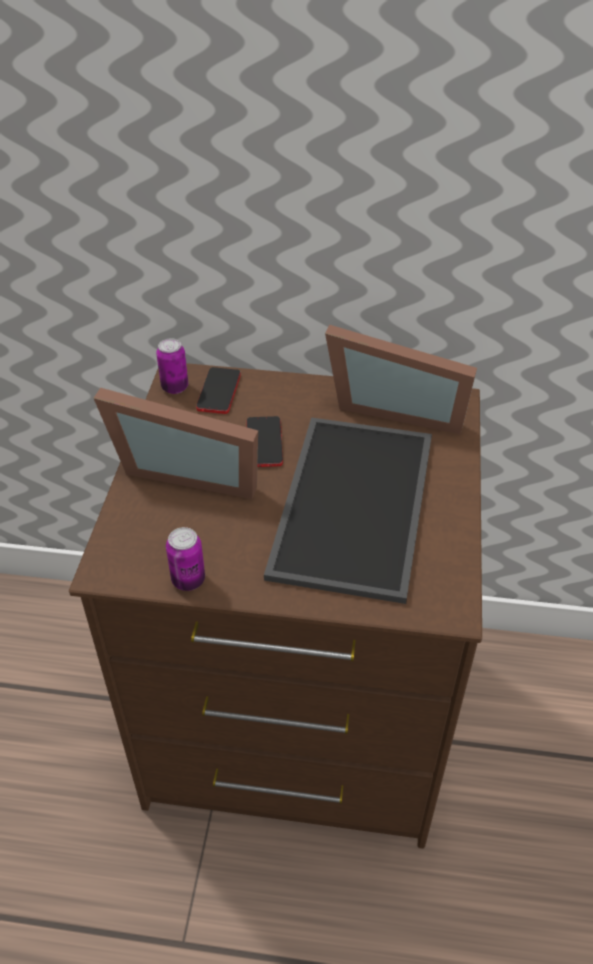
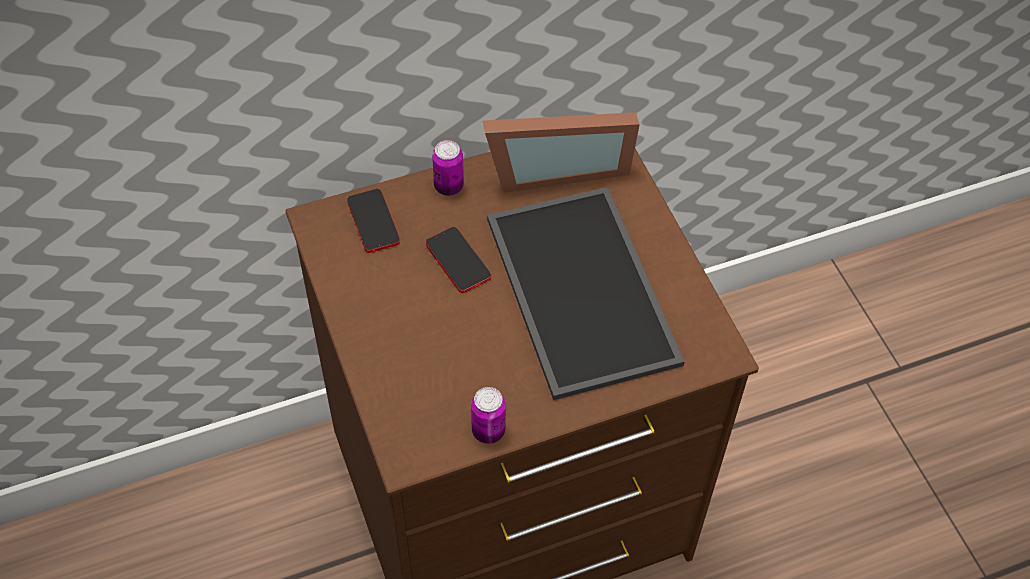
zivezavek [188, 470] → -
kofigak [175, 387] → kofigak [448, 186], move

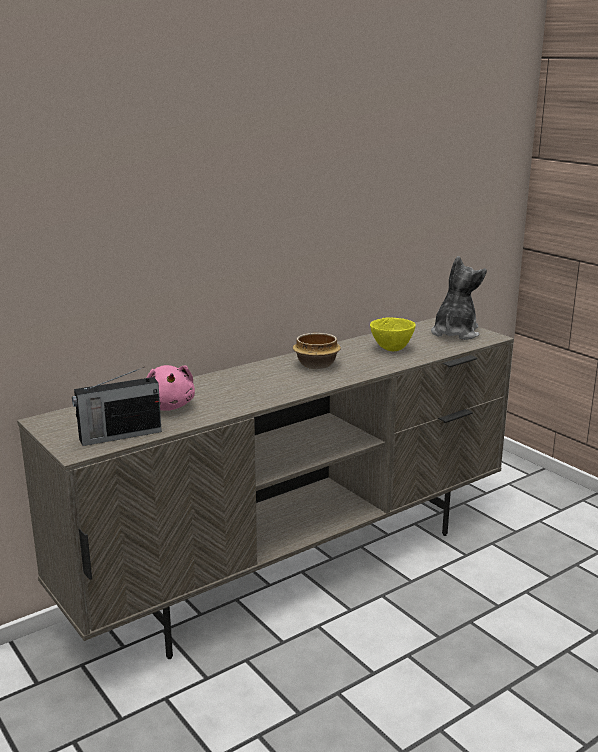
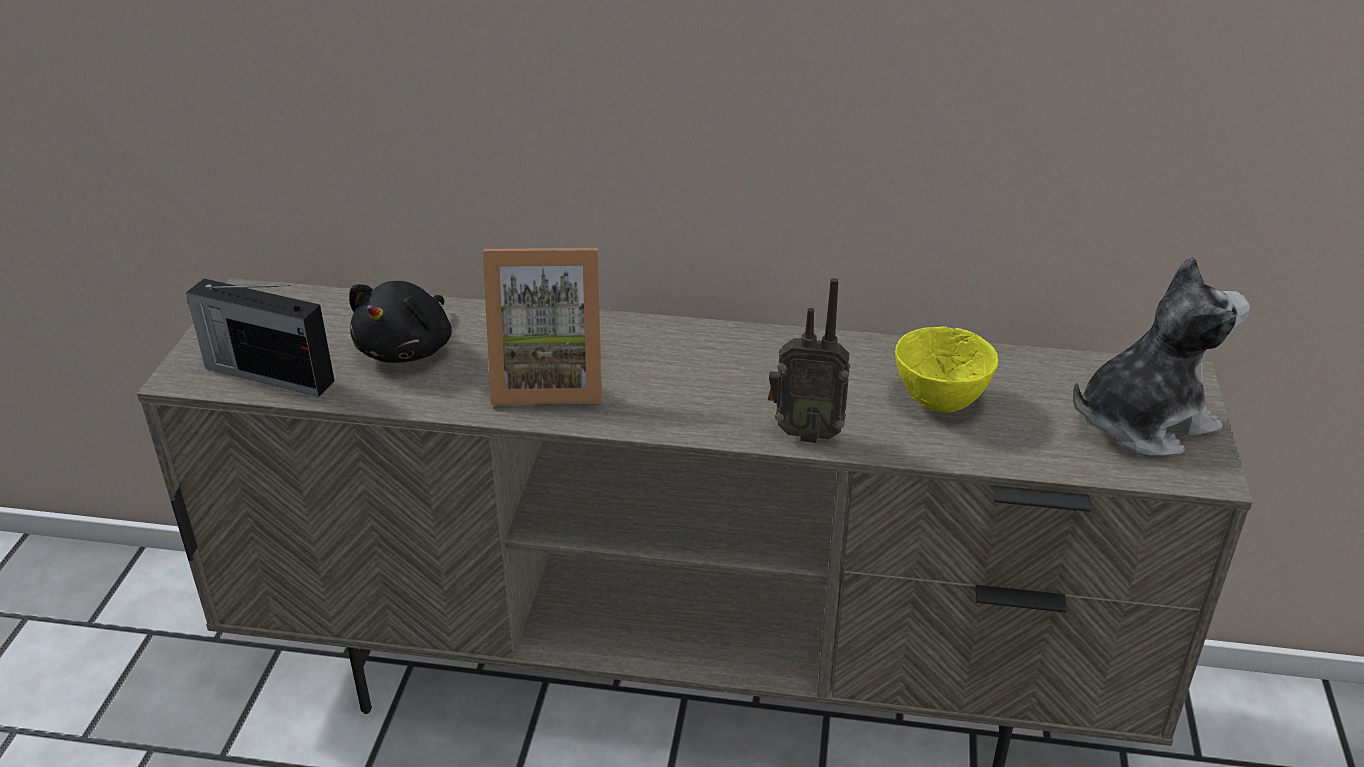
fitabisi [316, 365] → -
- → zivezavek [548, 379]
- → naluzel [805, 432]
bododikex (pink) [168, 406] → bododikex (black) [408, 349]

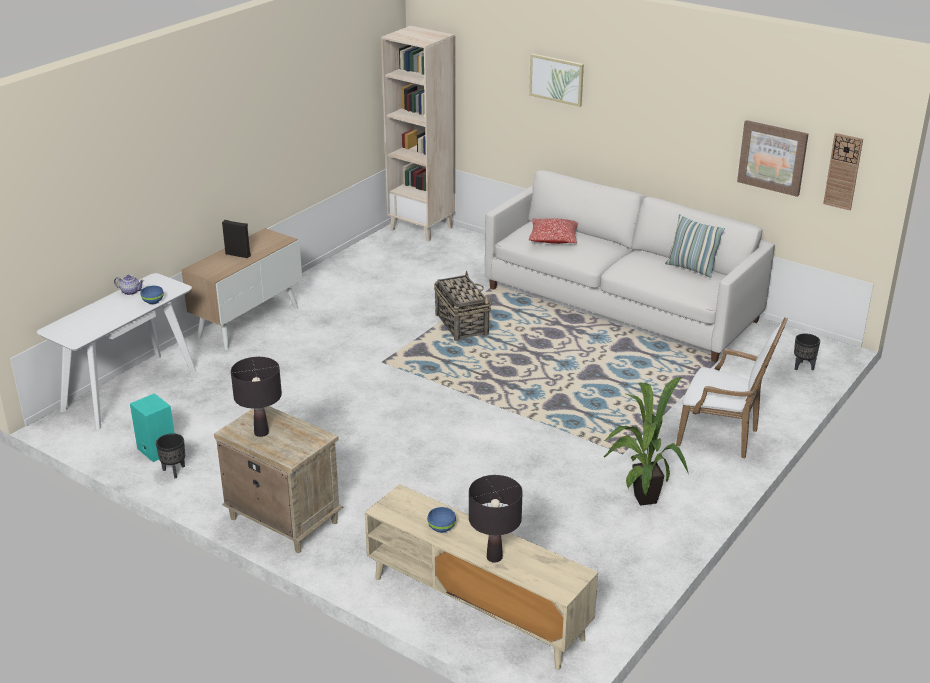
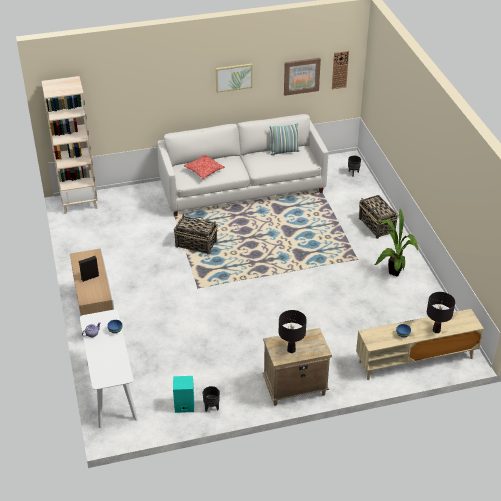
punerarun [556, 79] → punerarun [233, 77], move
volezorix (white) [723, 437] → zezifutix [377, 226]

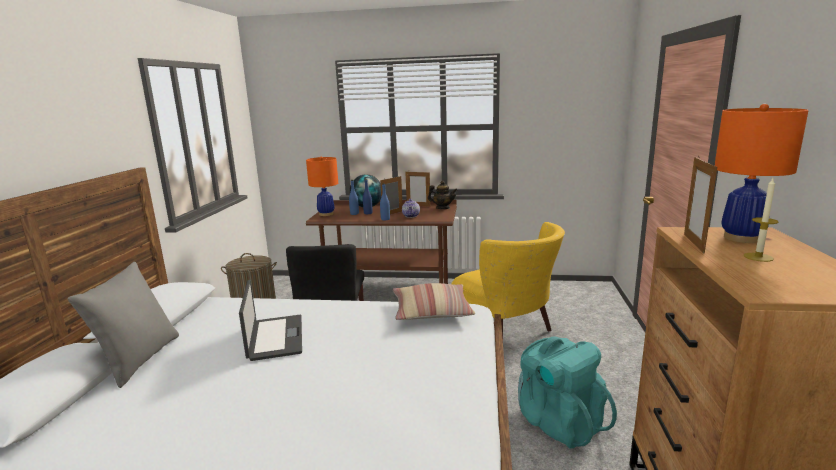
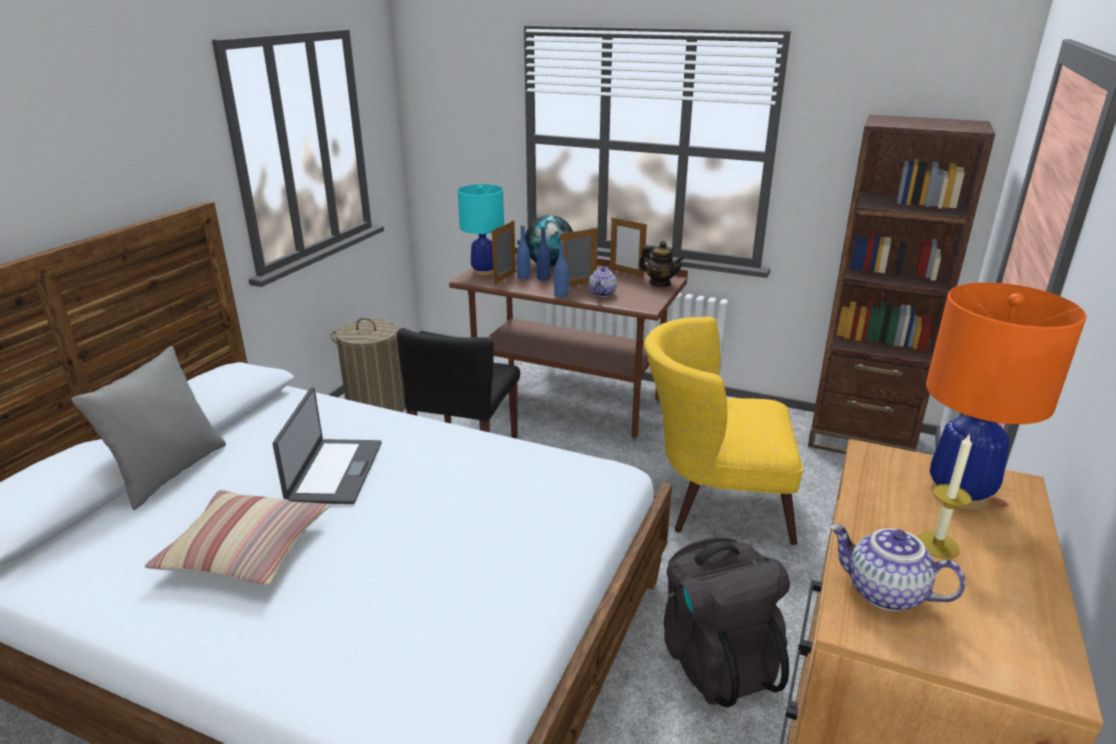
- → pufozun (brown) [860, 440]
- → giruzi [884, 593]
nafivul [431, 311] → nafivul [245, 550], move
zivezavek [693, 243] → zivezavek [505, 278], move
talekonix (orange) [326, 214] → talekonix (turquoise) [484, 271]
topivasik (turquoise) [558, 422] → topivasik (black) [716, 659]
volezorix (yellow) [507, 334] → volezorix (yellow) [713, 499], 120 degrees clockwise

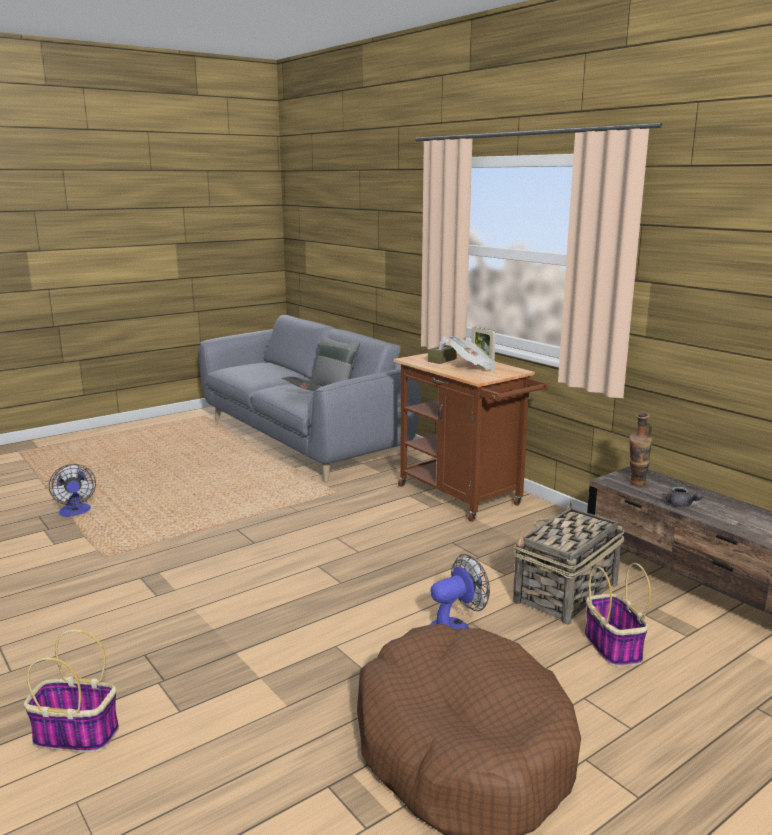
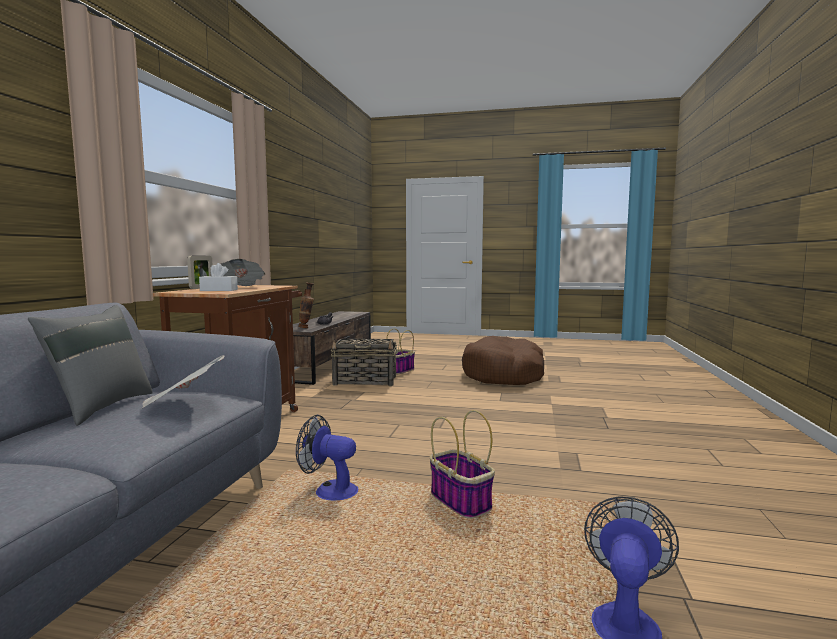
zezifutix [74, 735] → zezifutix [461, 502], move
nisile [455, 628] → nisile [329, 490], move
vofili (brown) [442, 360] → vofili (white) [219, 290]

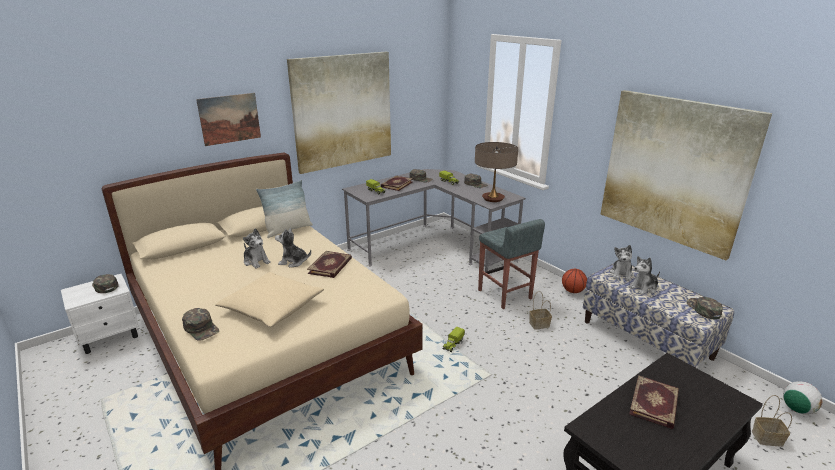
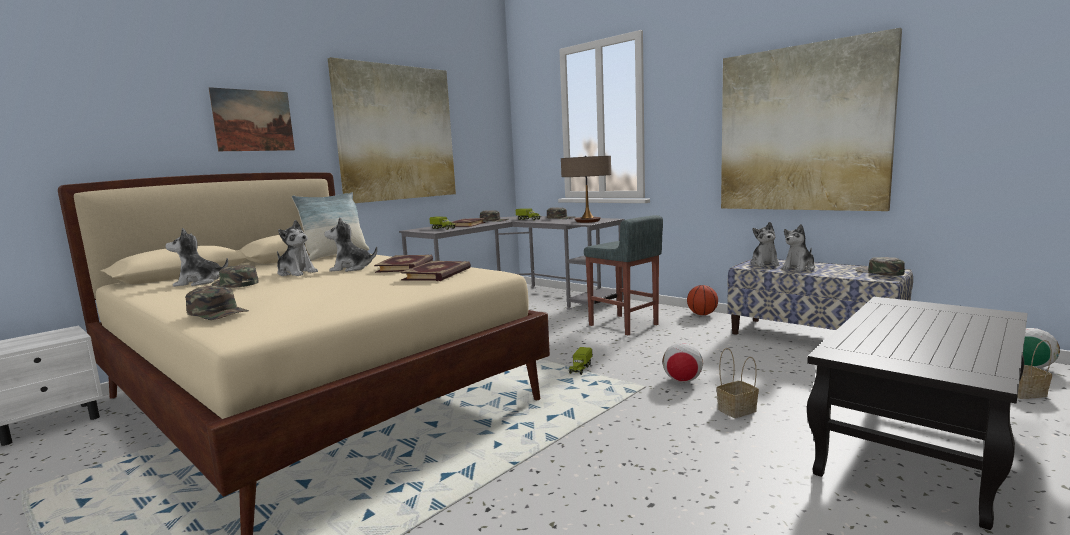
nafivul (beige) [272, 308] → -
- → bododikex [199, 282]
- → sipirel [682, 380]
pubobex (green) [105, 286] → pubobex (green) [234, 284], move
zezifutix [539, 324] → zezifutix [737, 409], move
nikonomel [655, 404] → nikonomel [438, 274], move

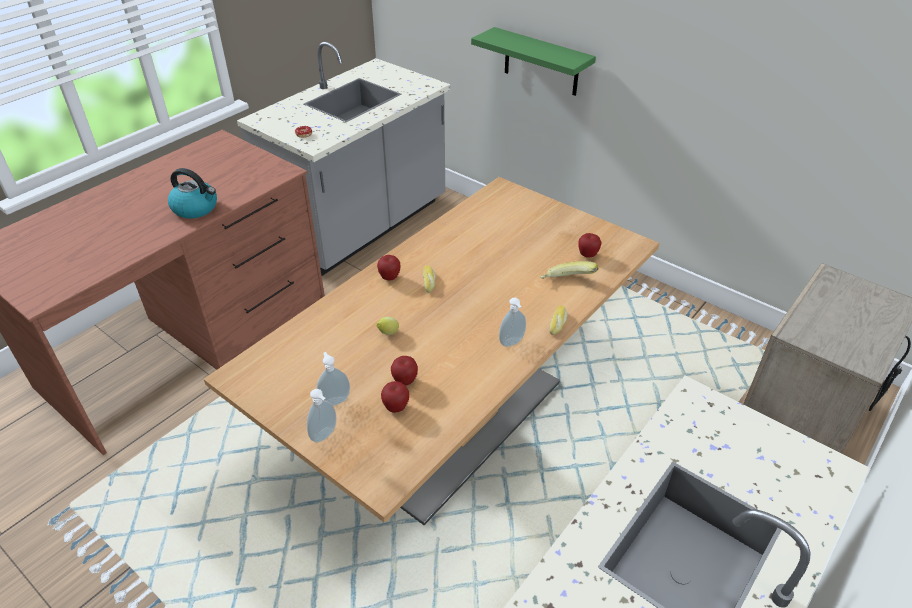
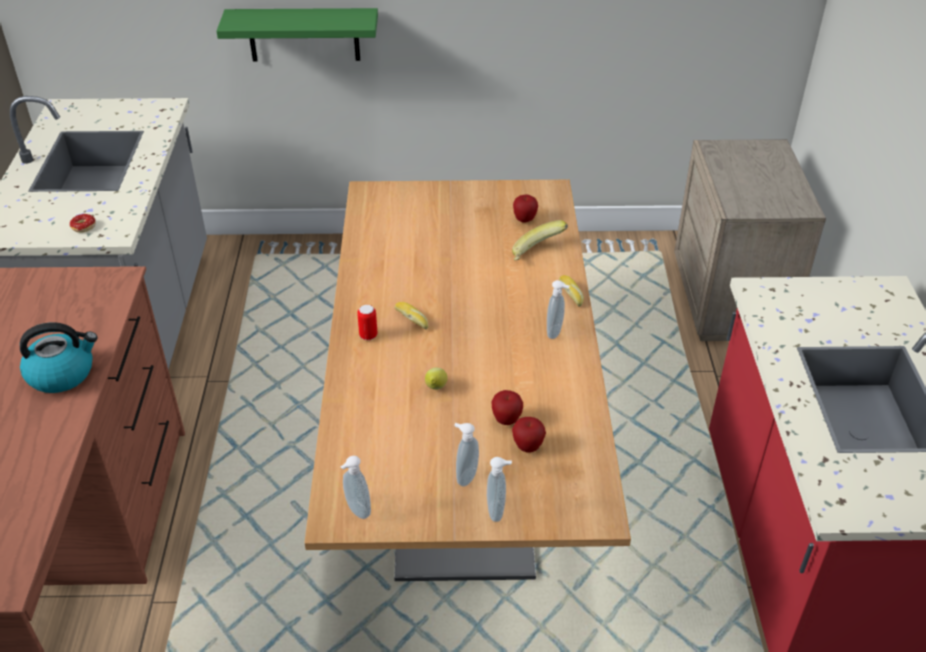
- → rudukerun [356, 511]
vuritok [389, 277] → kofigak [368, 335]

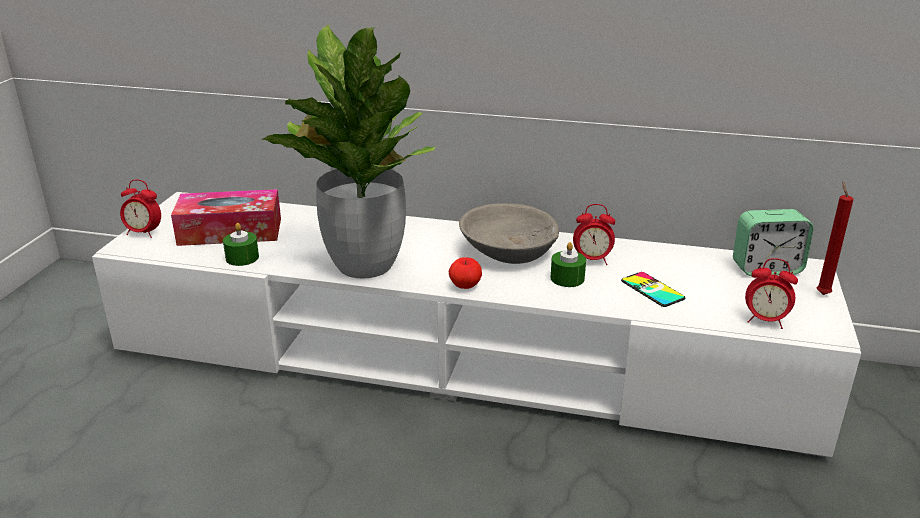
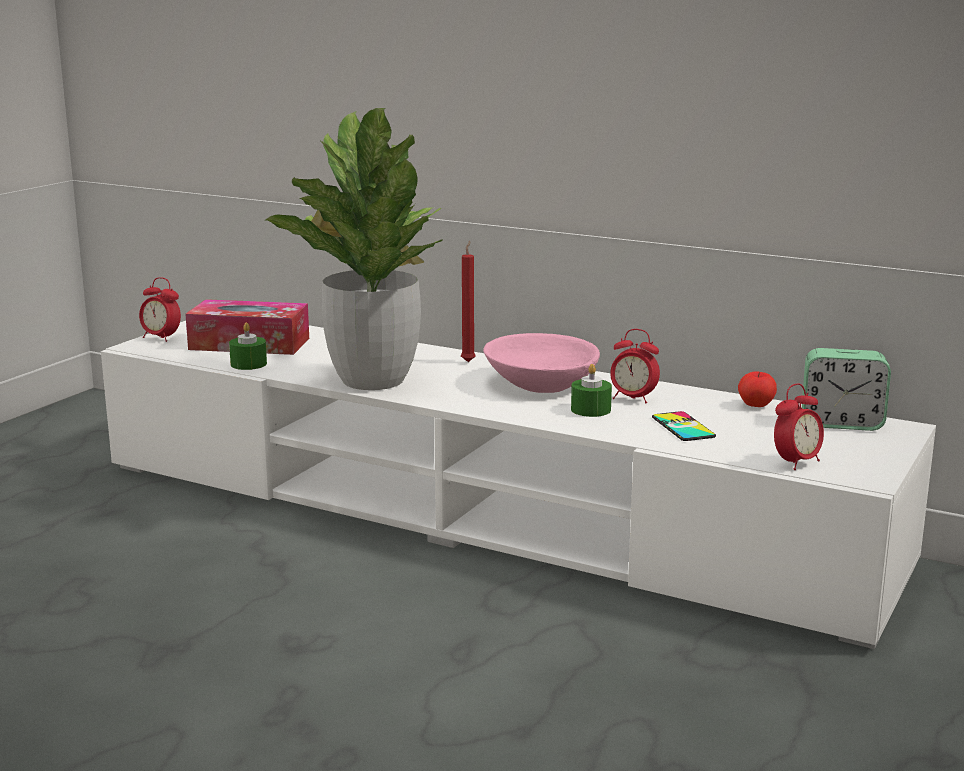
vuritok [465, 286] → vuritok [755, 405], move
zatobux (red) [822, 293] → zatobux (red) [468, 361], move
fitabisi (grey) [508, 250] → fitabisi (pink) [541, 383]
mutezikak [765, 321] → mutezikak [796, 463], 75 degrees counterclockwise

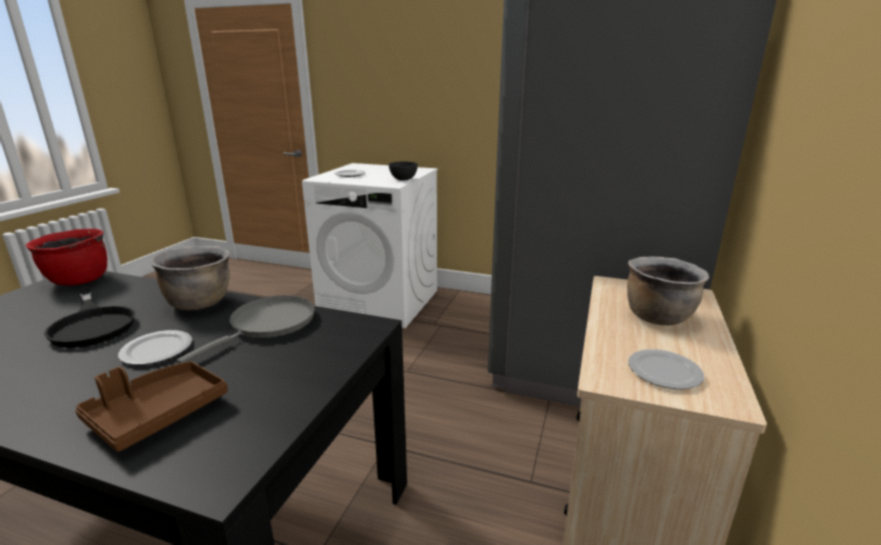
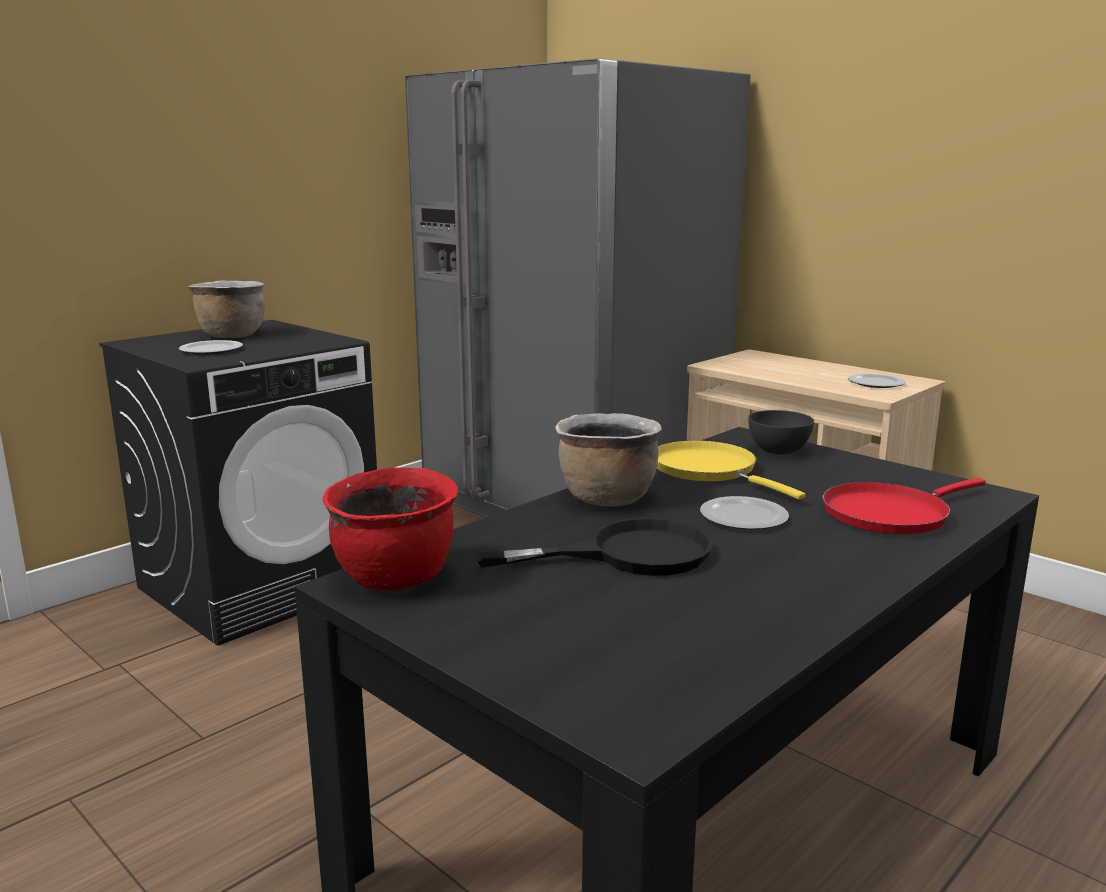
fitabisi (grey) [403, 179] → fitabisi (grey) [778, 451], move
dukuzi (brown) [657, 317] → dukuzi (brown) [232, 336], move
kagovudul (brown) [157, 414] → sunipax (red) [890, 514]
sunipax (grey) [268, 324] → sunipax (yellow) [709, 470]
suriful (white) [380, 301] → suriful (black) [262, 584]

